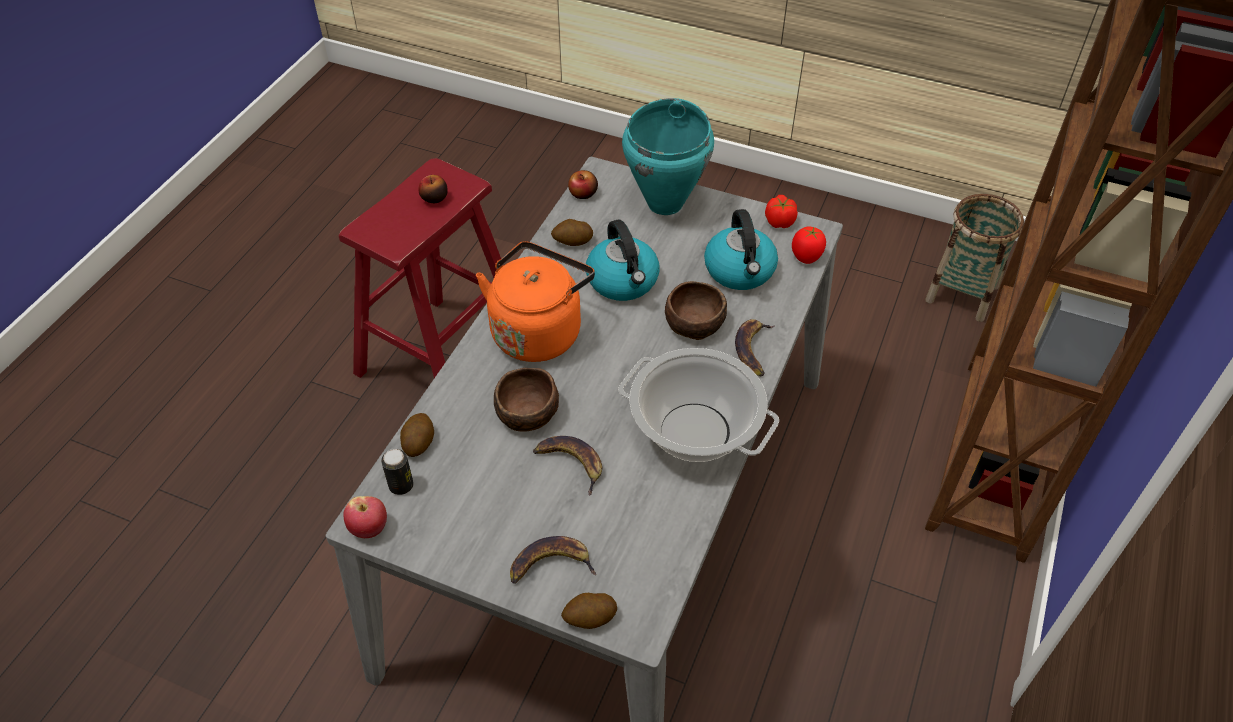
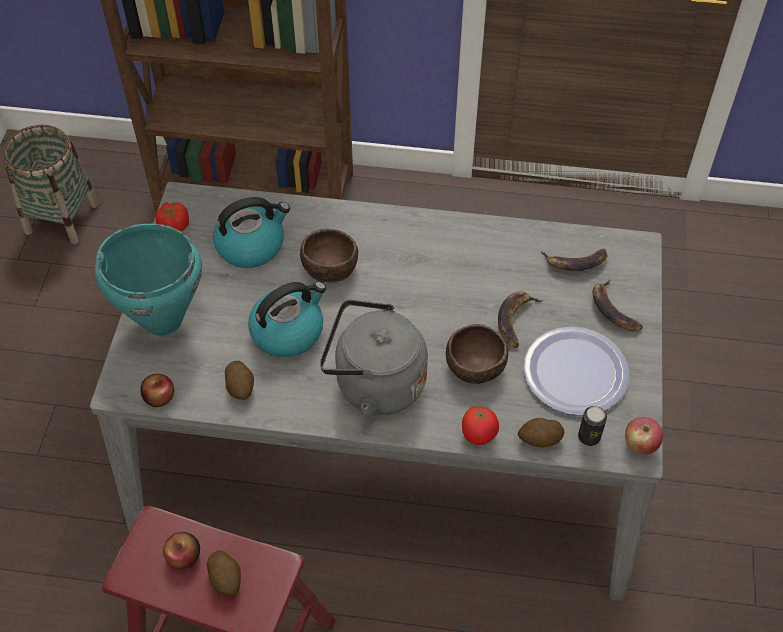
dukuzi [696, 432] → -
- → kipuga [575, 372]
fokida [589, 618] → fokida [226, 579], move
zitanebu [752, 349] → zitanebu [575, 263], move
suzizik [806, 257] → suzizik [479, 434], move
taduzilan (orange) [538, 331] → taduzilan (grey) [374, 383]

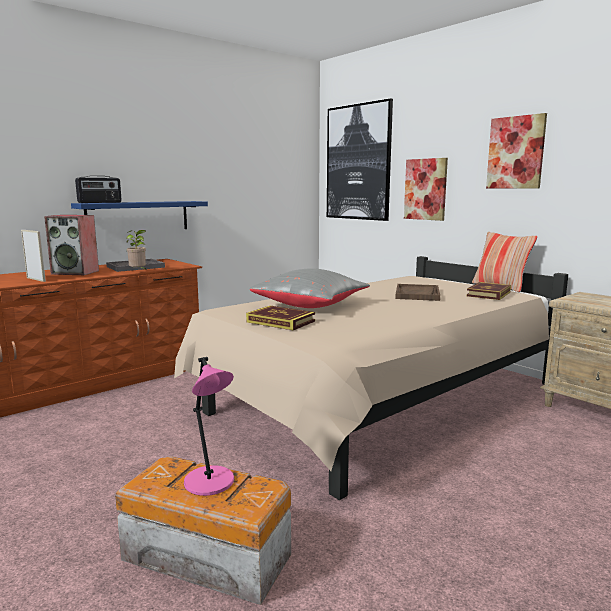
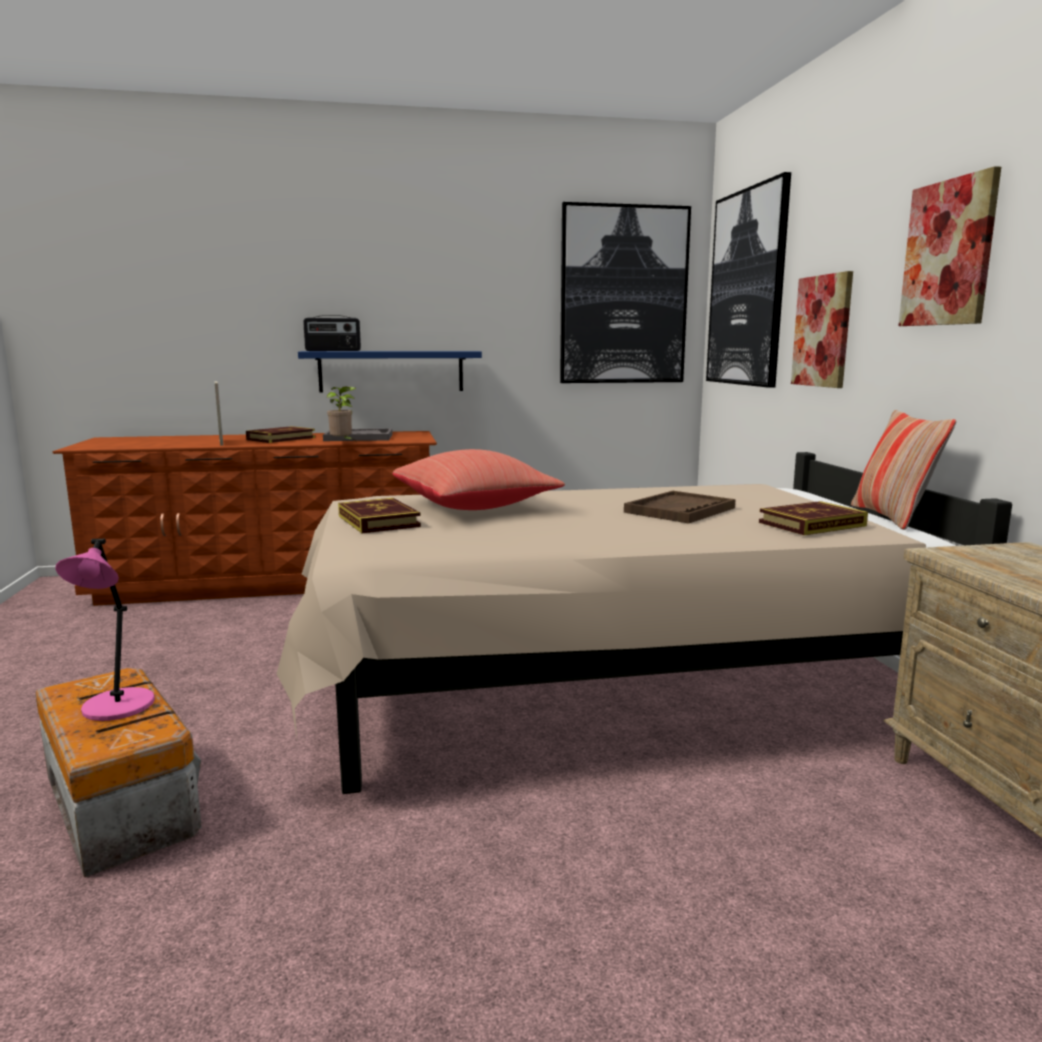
- → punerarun [623, 295]
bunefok [76, 272] → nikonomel [281, 438]
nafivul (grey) [311, 305] → nafivul (red) [475, 507]

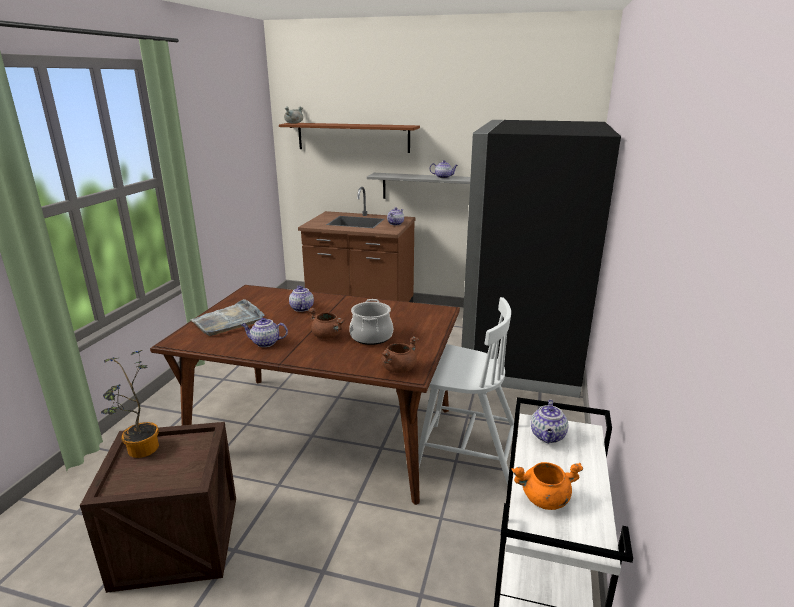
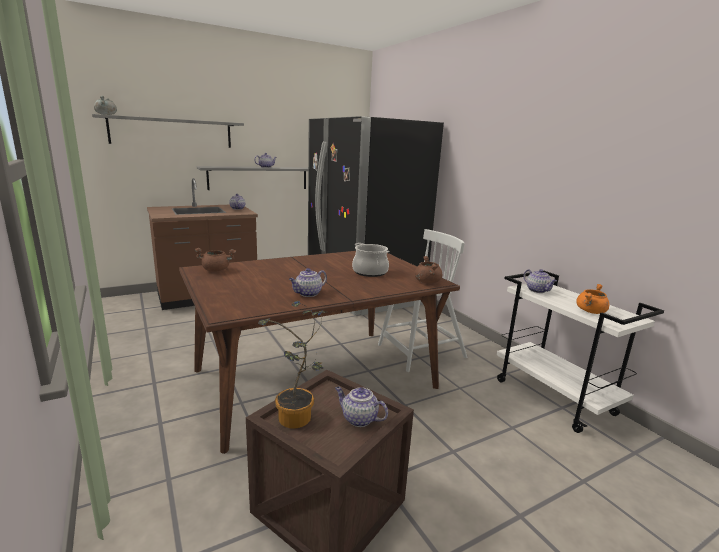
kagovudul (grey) [228, 320] → -
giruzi [301, 308] → giruzi [358, 419], move
dukuzi (brown) [328, 336] → dukuzi (brown) [216, 270], move
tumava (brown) [353, 137] → tumava (grey) [172, 132]

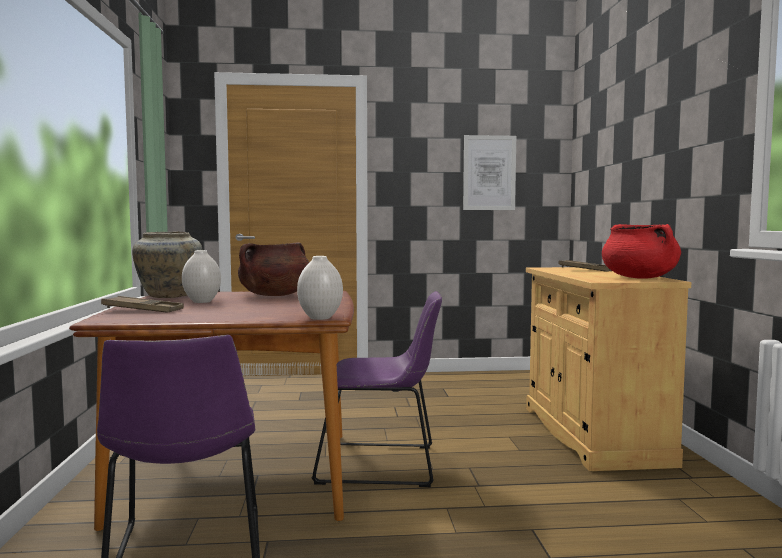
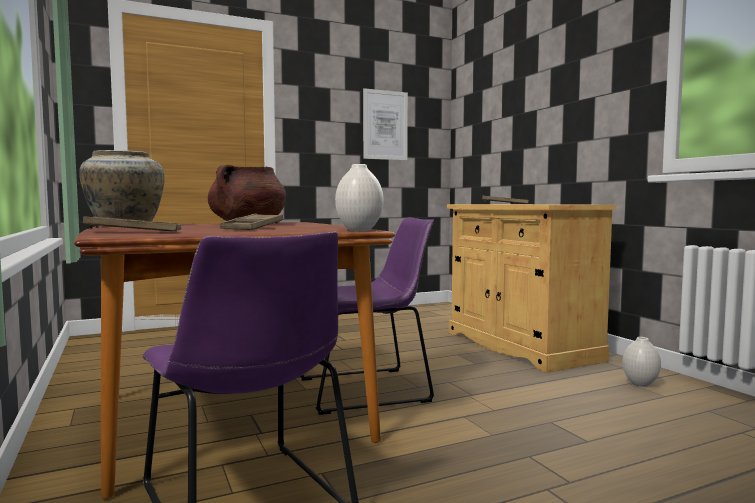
dukuzi (red) [640, 278] → -
- → kagovudul (brown) [253, 228]
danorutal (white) [201, 302] → danorutal (white) [640, 384], move

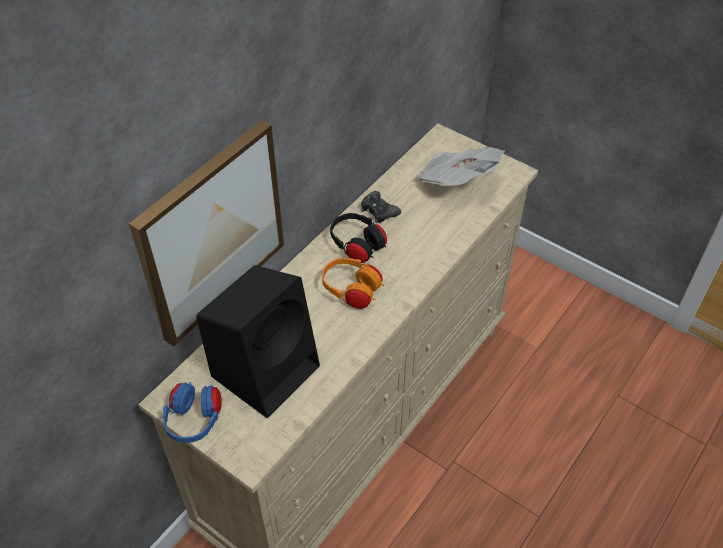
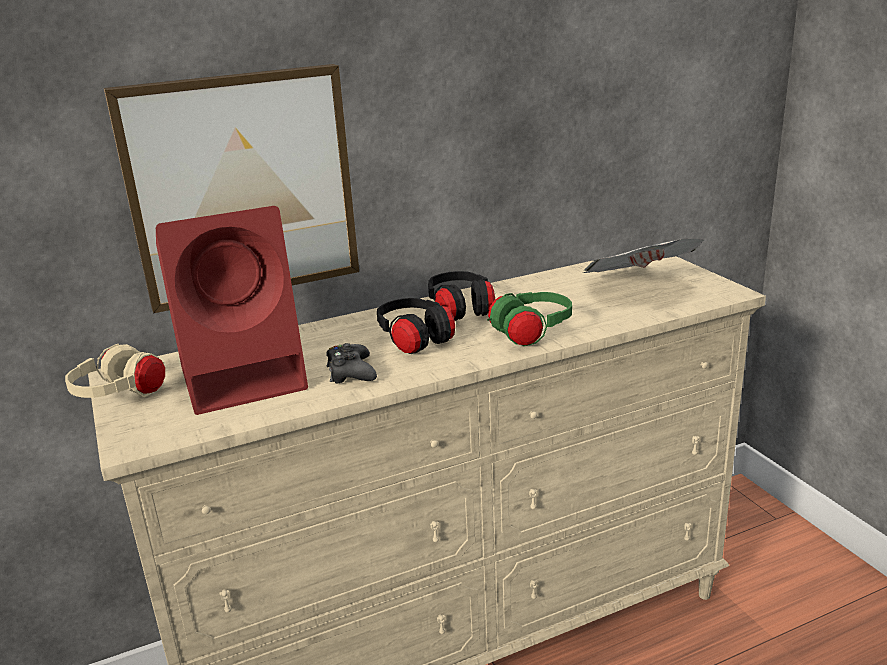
- → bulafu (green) [531, 334]
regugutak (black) [379, 211] → regugutak (black) [351, 372], move
bulafu (blue) [194, 421] → bulafu (beige) [120, 397]
bunefok (black) [267, 369] → bunefok (red) [247, 377]
bulafu (orange) [352, 291] → bulafu (black) [415, 342]

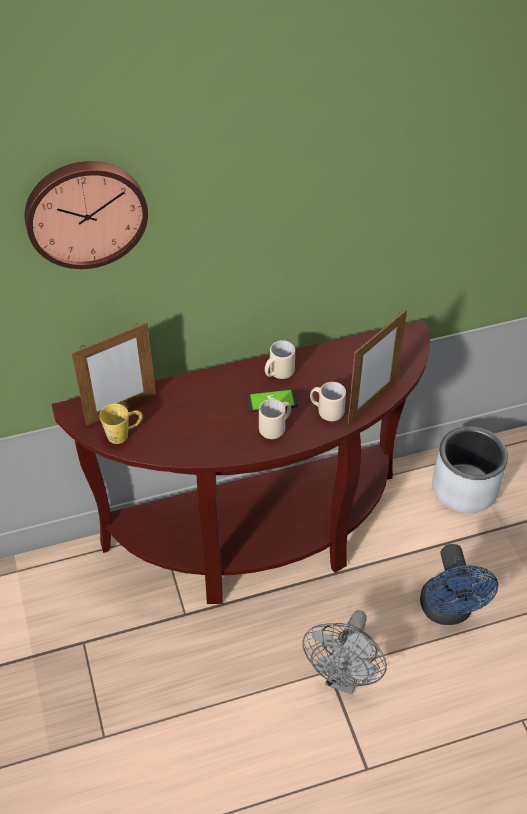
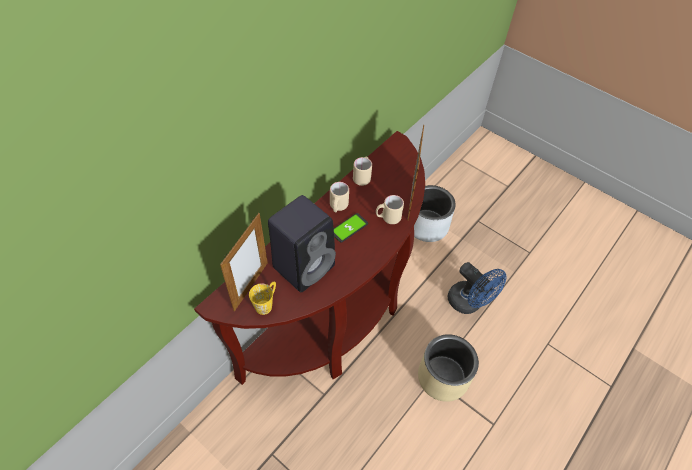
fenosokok [85, 212] → -
- → bunefok (black) [305, 265]
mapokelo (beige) [275, 428] → mapokelo (beige) [362, 177], move
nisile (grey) [344, 677] → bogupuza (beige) [443, 377]

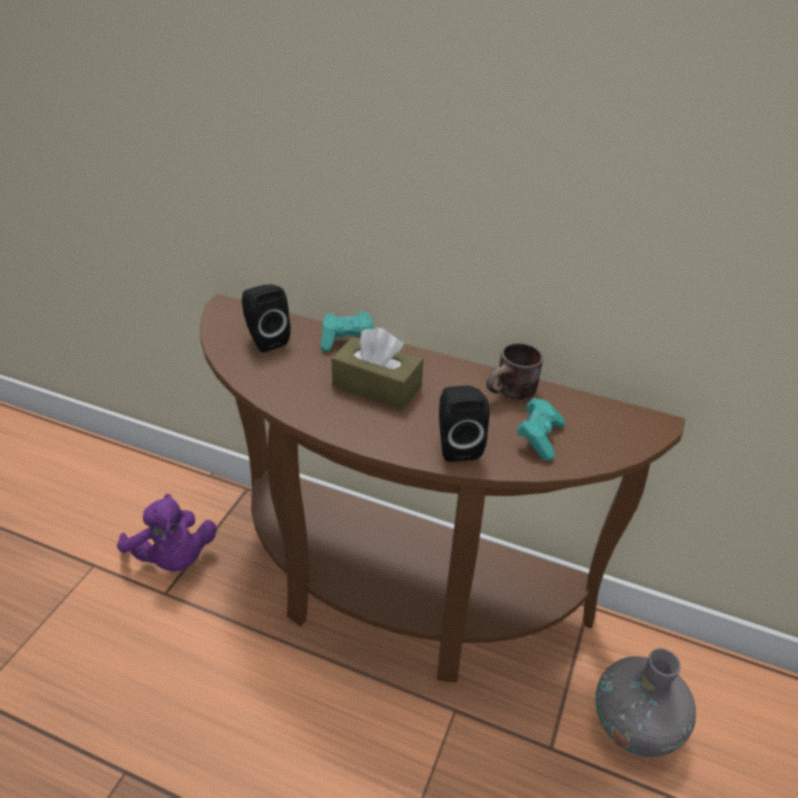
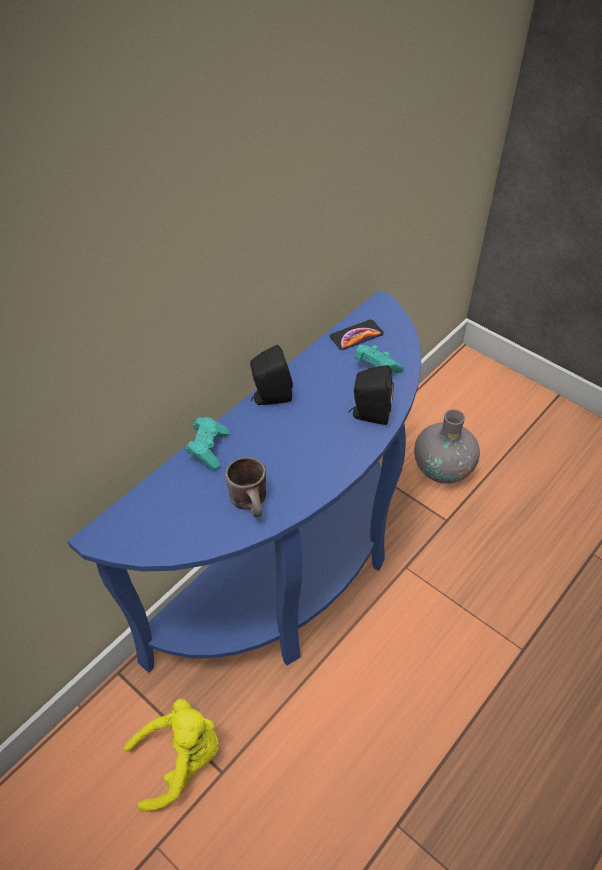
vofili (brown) [377, 386] → -
- → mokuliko [356, 335]
bunefok (black) [265, 339] → bunefok (black) [270, 397], move
mapokelo (brown) [512, 394] → mapokelo (brown) [253, 501], move
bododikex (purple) [173, 558] → bododikex (yellow) [181, 759]
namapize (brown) [395, 594] → namapize (blue) [293, 576]

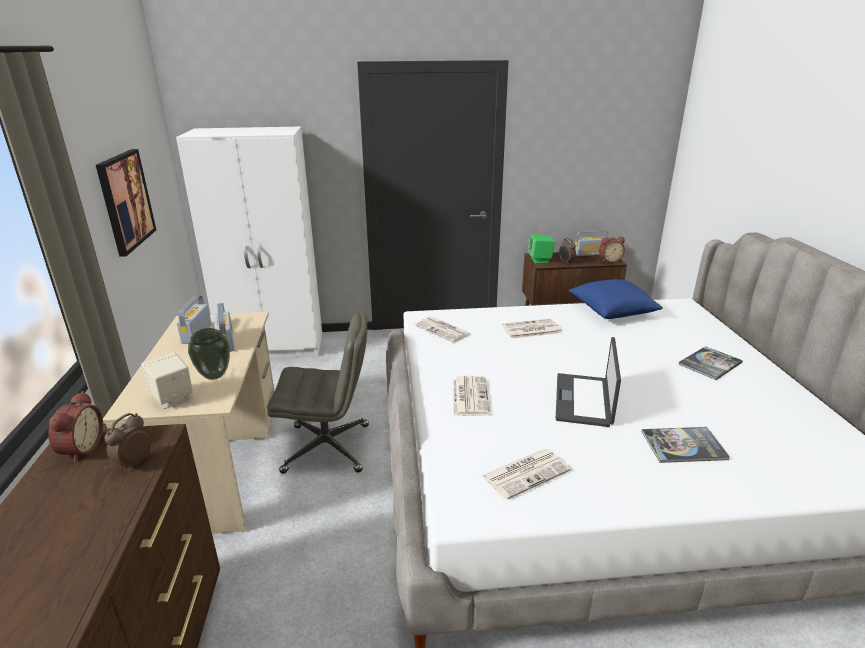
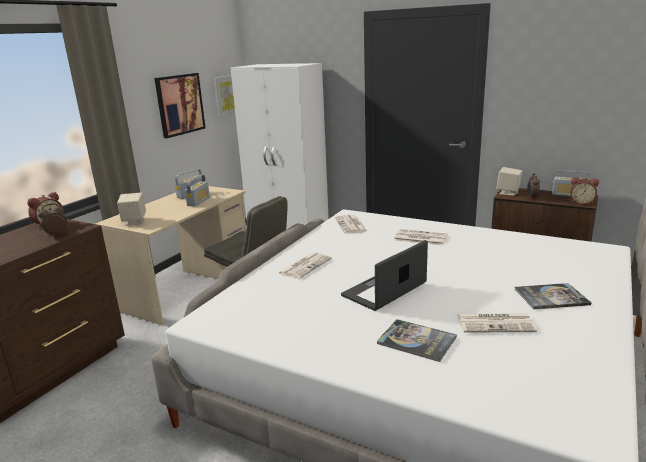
danorutal [215, 376] → -
nafivul (blue) [612, 312] → -
- → punerarun [226, 95]
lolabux [526, 473] → lolabux [496, 323], move
bunefok (green) [540, 260] → bunefok (beige) [508, 193]

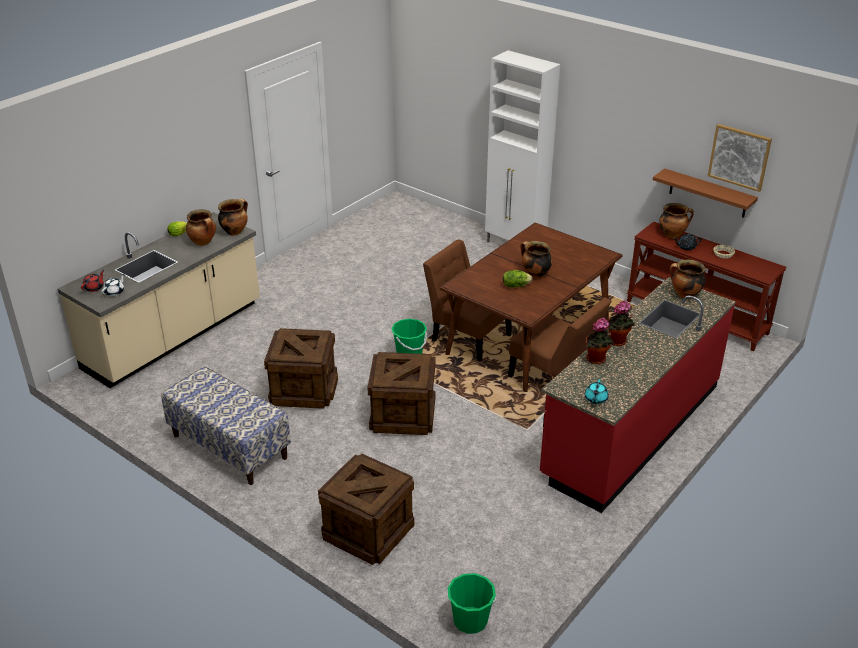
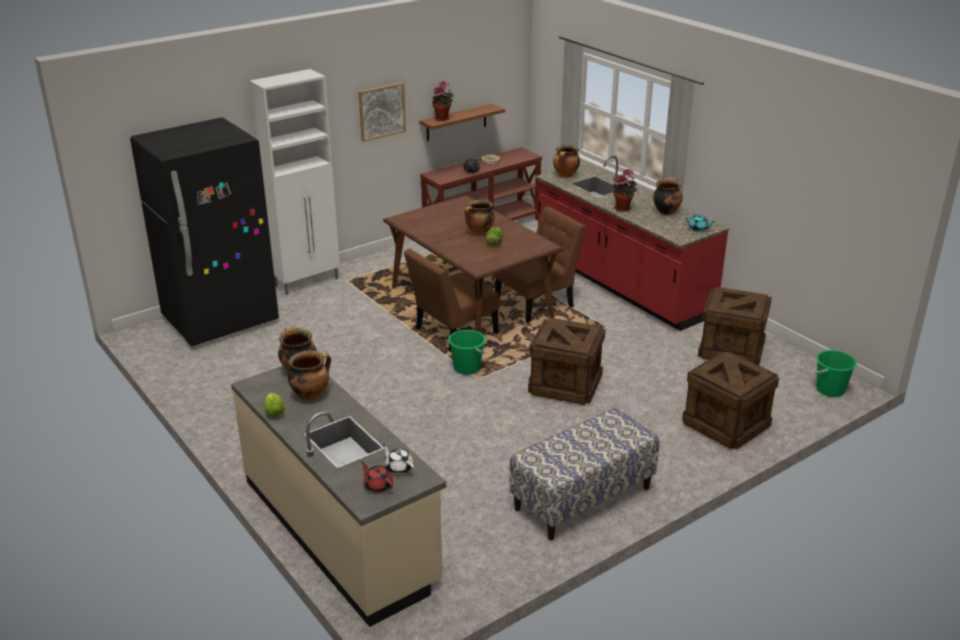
- → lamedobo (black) [221, 321]
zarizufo [304, 390] → zarizufo [731, 350], move
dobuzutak [597, 360] → dobuzutak [443, 119], move
dukuzi [672, 235] → dukuzi [666, 211], move
punerarun [739, 157] → punerarun [381, 111], move

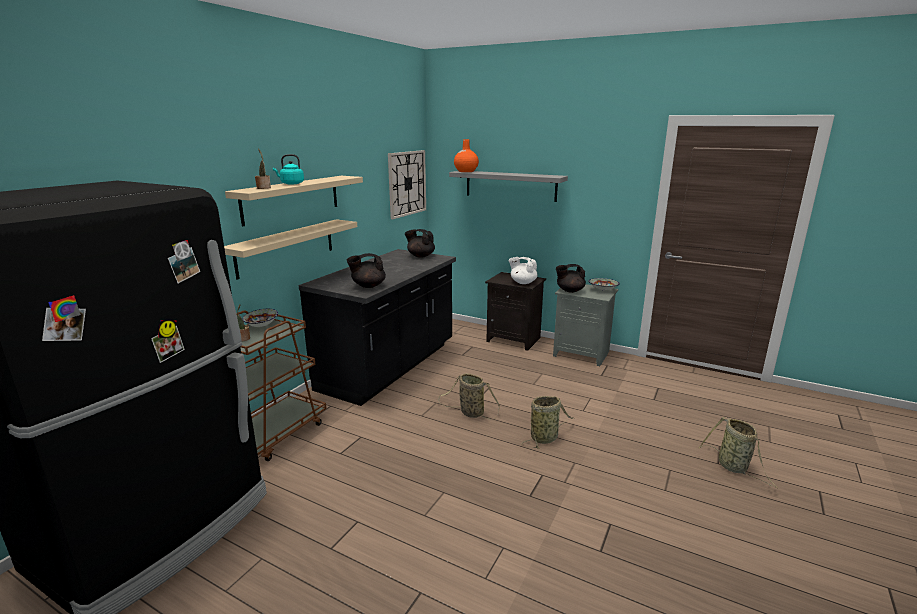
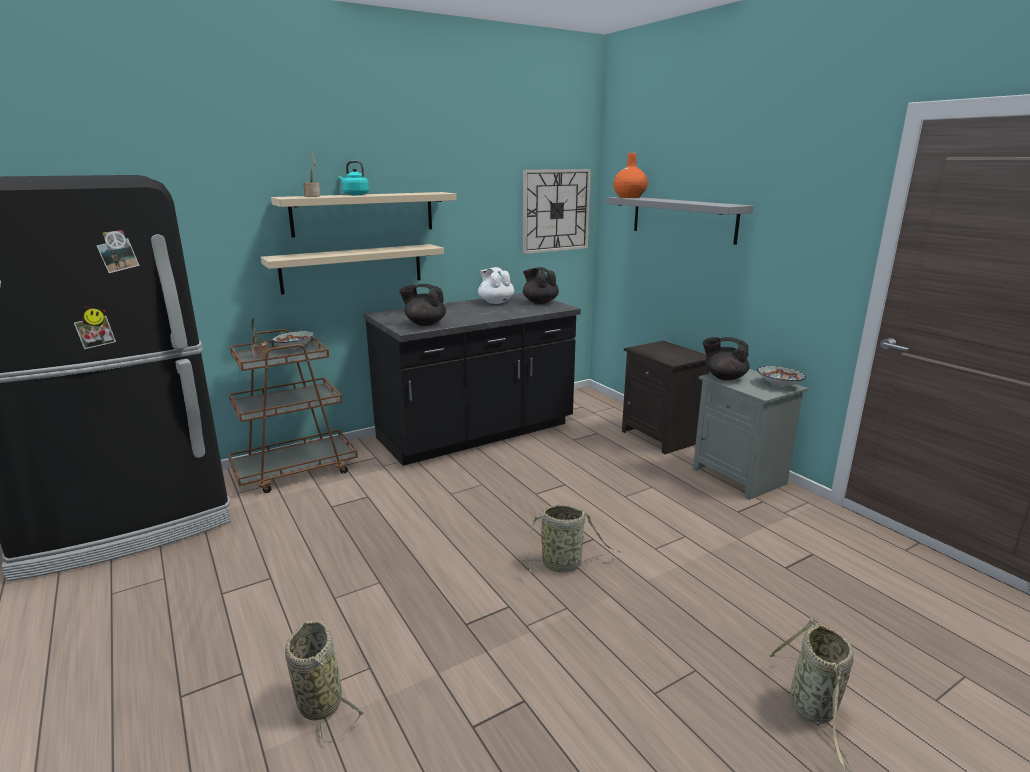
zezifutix [470, 412] → zezifutix [319, 700], move
giruzi (white) [523, 282] → giruzi (white) [495, 302], move

